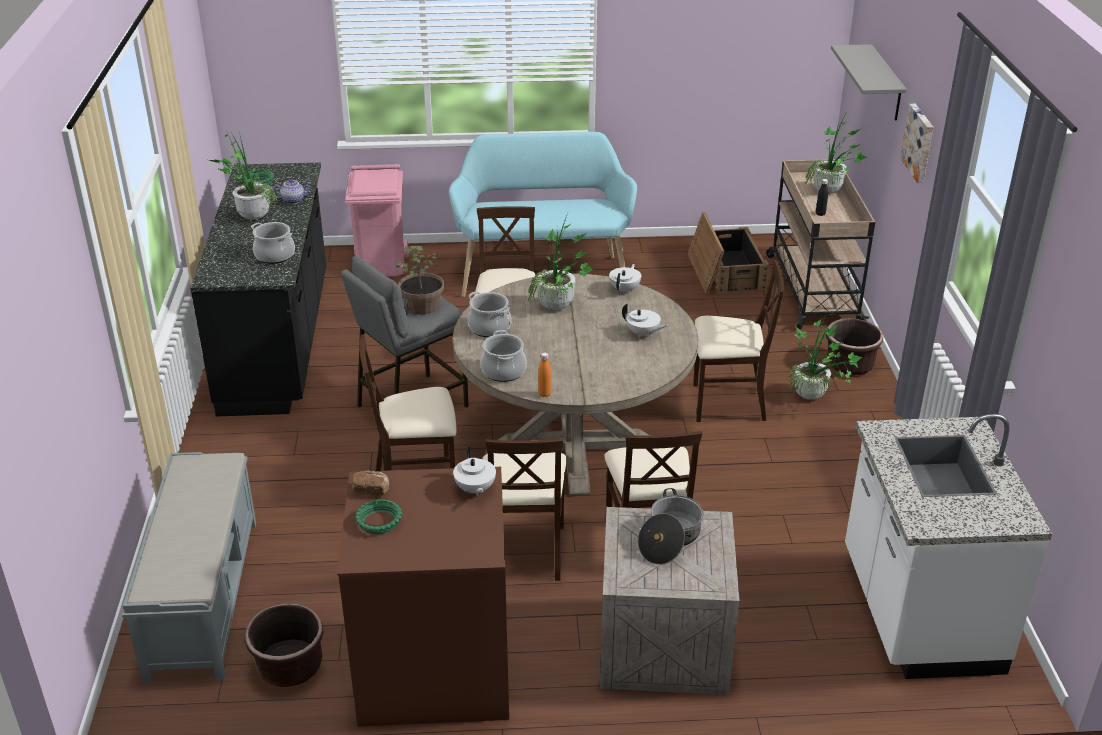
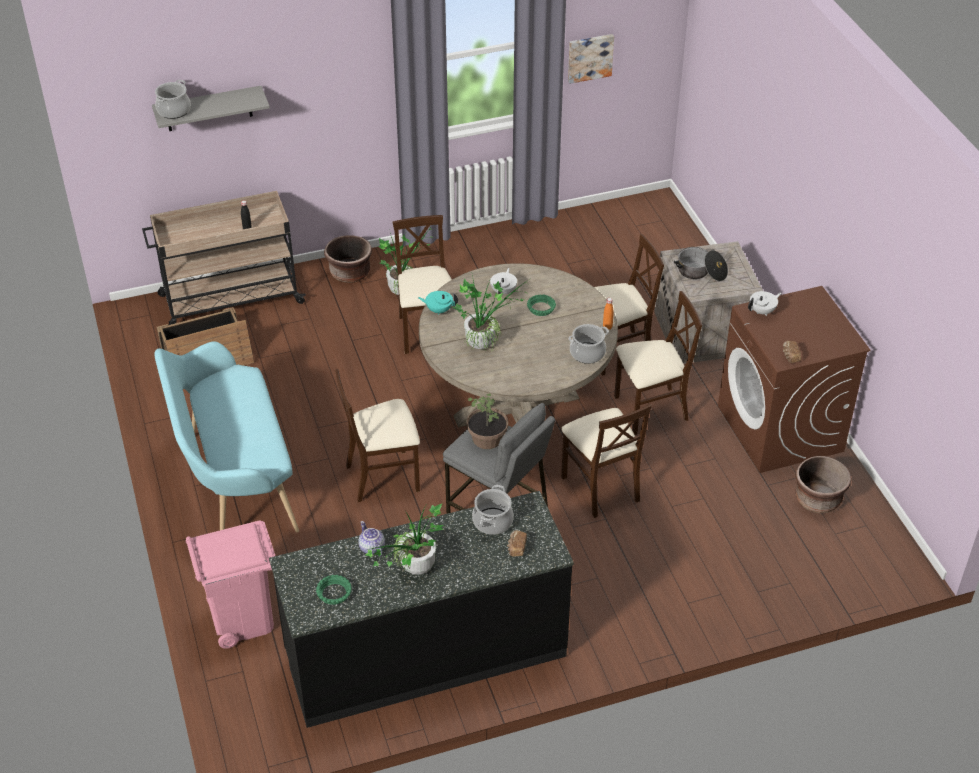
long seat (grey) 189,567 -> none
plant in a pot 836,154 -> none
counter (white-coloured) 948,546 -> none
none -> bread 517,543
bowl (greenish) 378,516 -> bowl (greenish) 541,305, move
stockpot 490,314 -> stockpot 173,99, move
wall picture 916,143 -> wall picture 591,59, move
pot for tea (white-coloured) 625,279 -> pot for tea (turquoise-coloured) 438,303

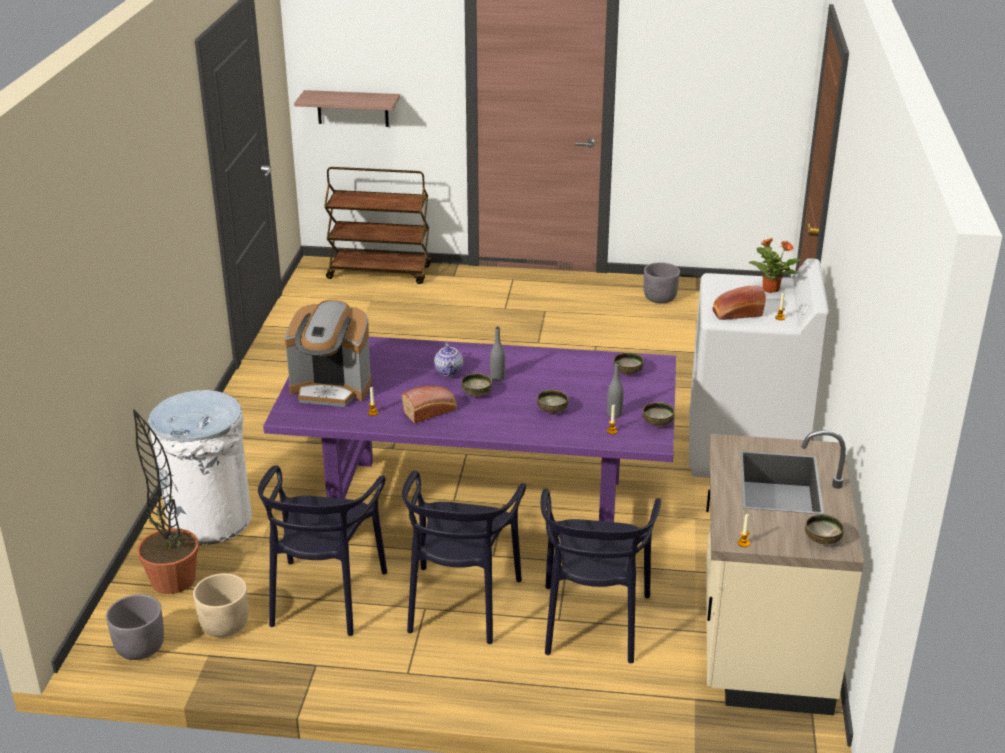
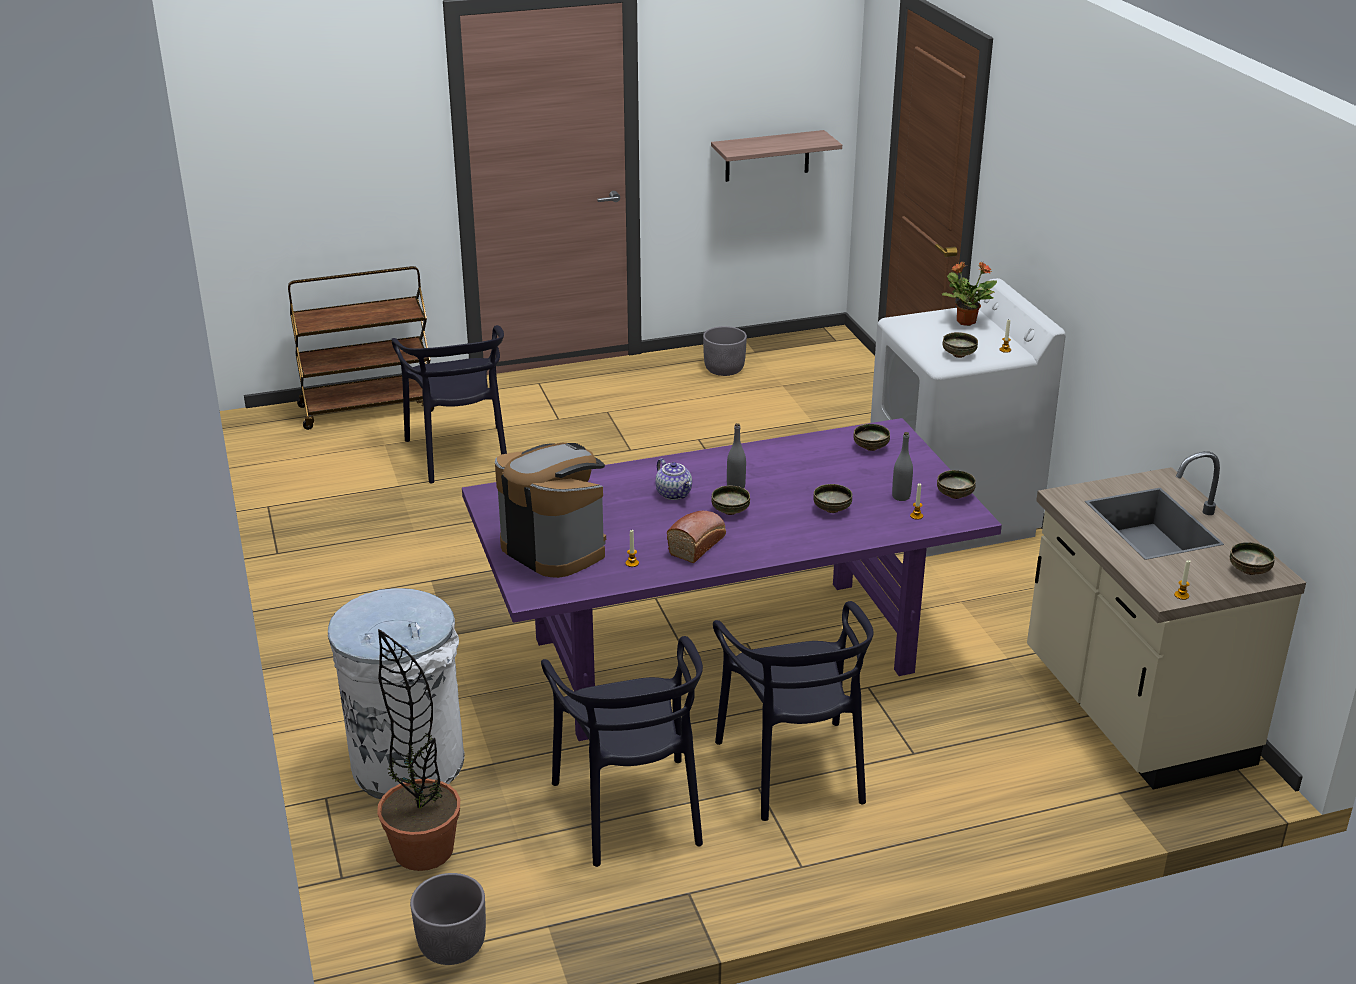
plant pot (beige) 220,605 -> none
wall shelf 347,108 -> wall shelf 776,156, move
chair (black-coloured) 601,576 -> chair (black-coloured) 449,404, move
bread 739,303 -> bowl 960,345
coffee brewer 328,353 -> coffee brewer 550,510, 120 degrees counterclockwise

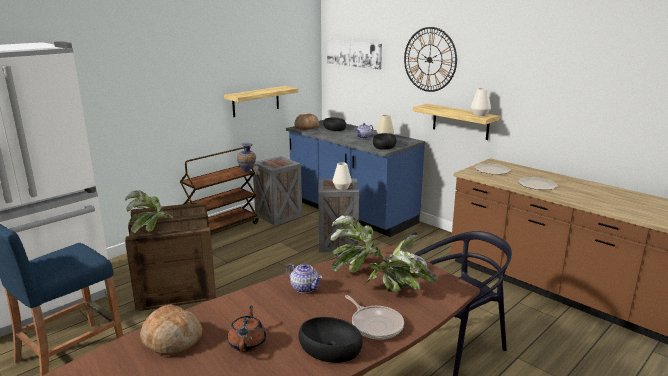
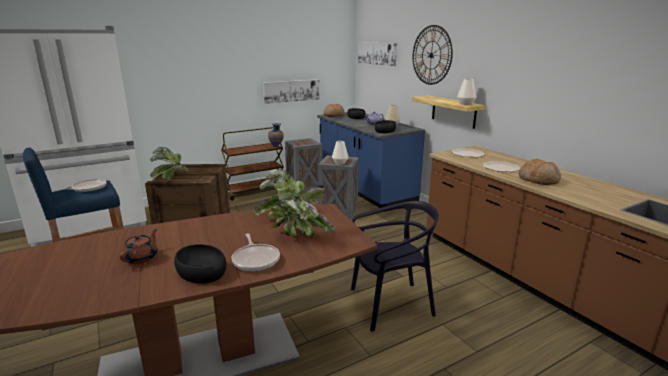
pot for tea 305,278 -> none
none -> pan 80,185
bread 171,329 -> bread 540,172, move
wall shelf 261,101 -> wall picture 291,91

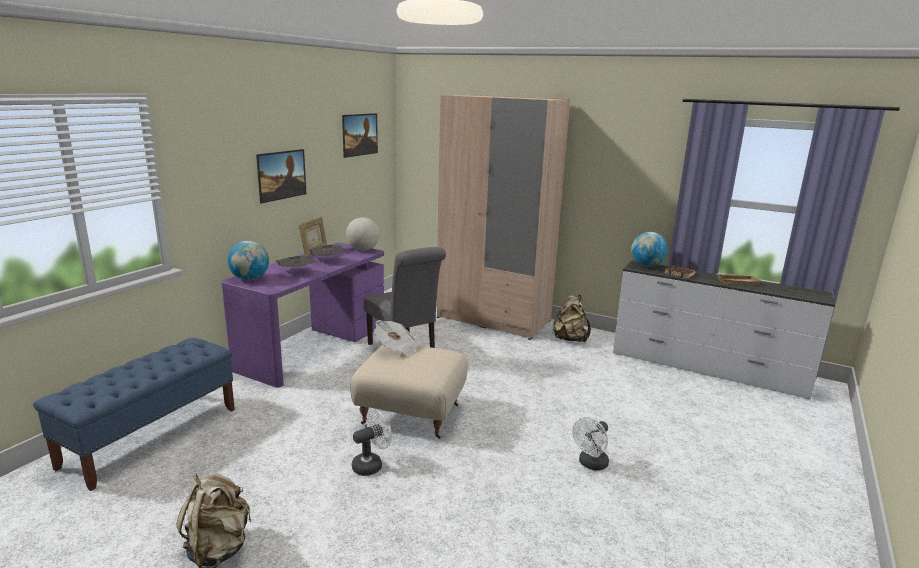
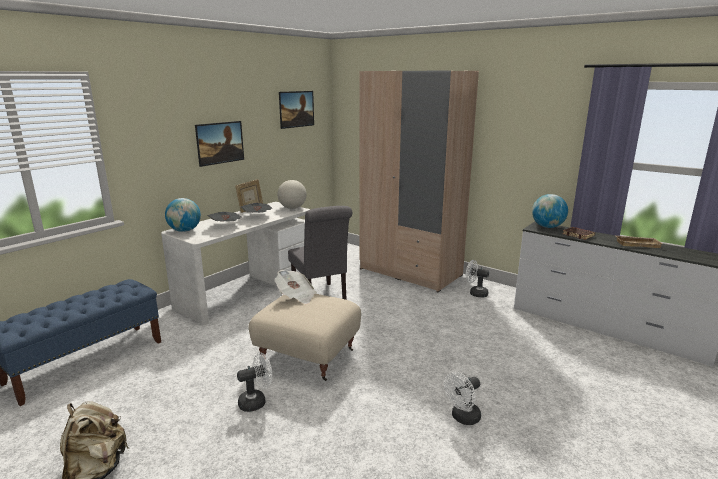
rucksack (beige) 572,318 -> electric fan (white-coloured) 477,279
desk unit (purple-coloured) 302,315 -> desk unit (white-coloured) 235,263

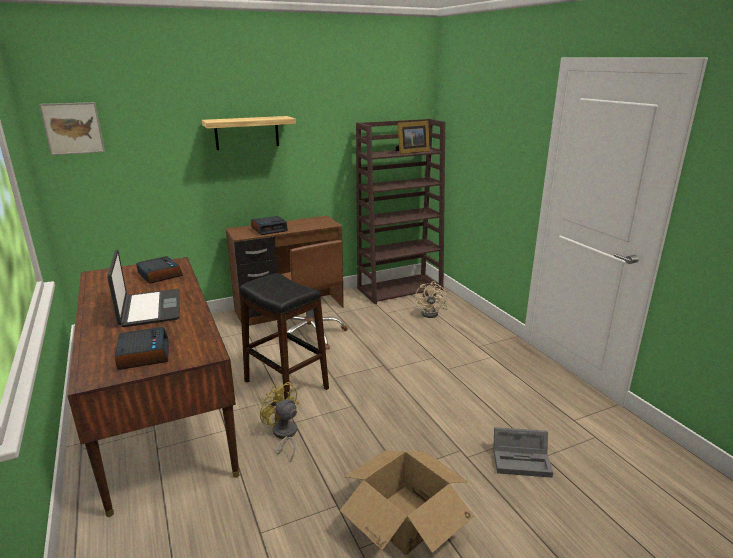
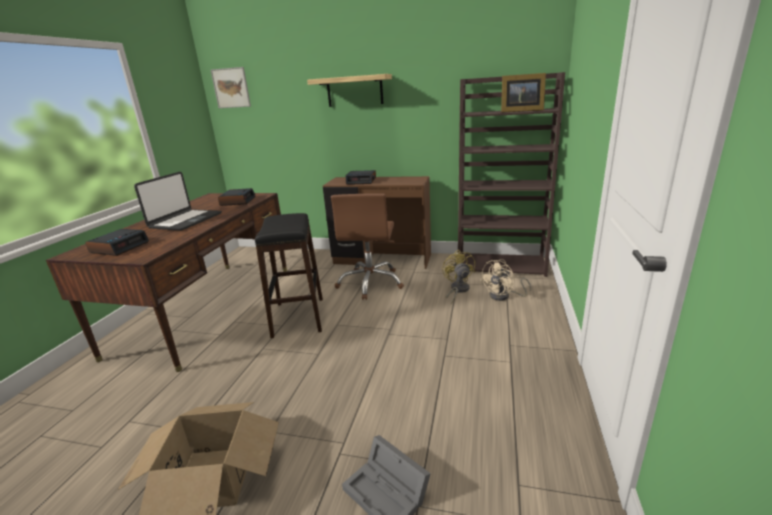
electric fan (yellow-coloured) 279,422 -> electric fan (yellow-coloured) 458,277, move

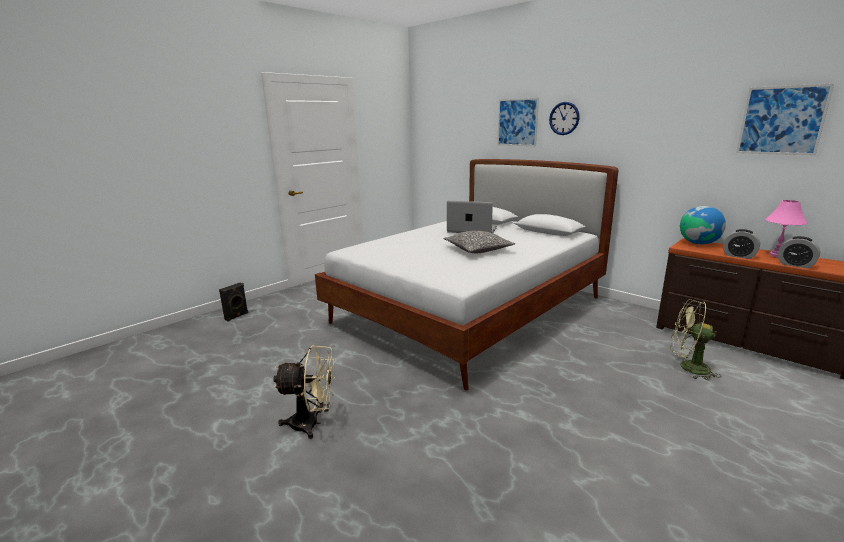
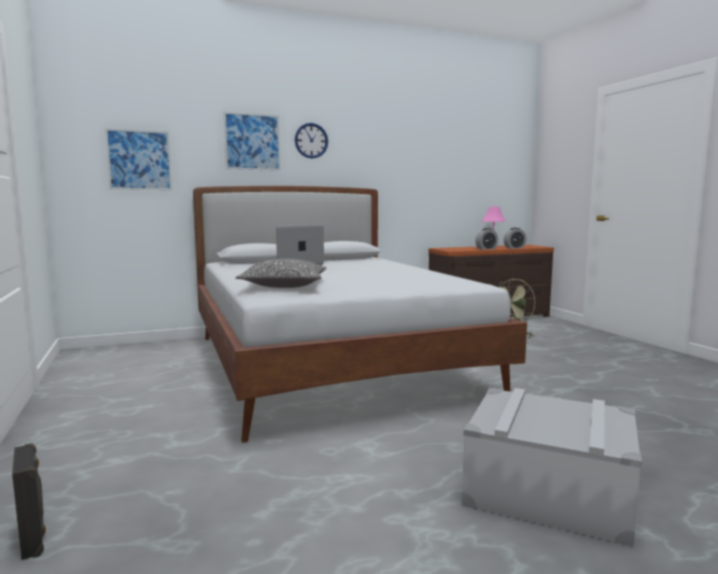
desk globe 703,225 -> none
throw pillow 479,242 -> throw pillow 281,273, move
wall picture 785,119 -> wall picture 138,159, move
electric fan (beige) 304,392 -> storage container (grey) 552,467

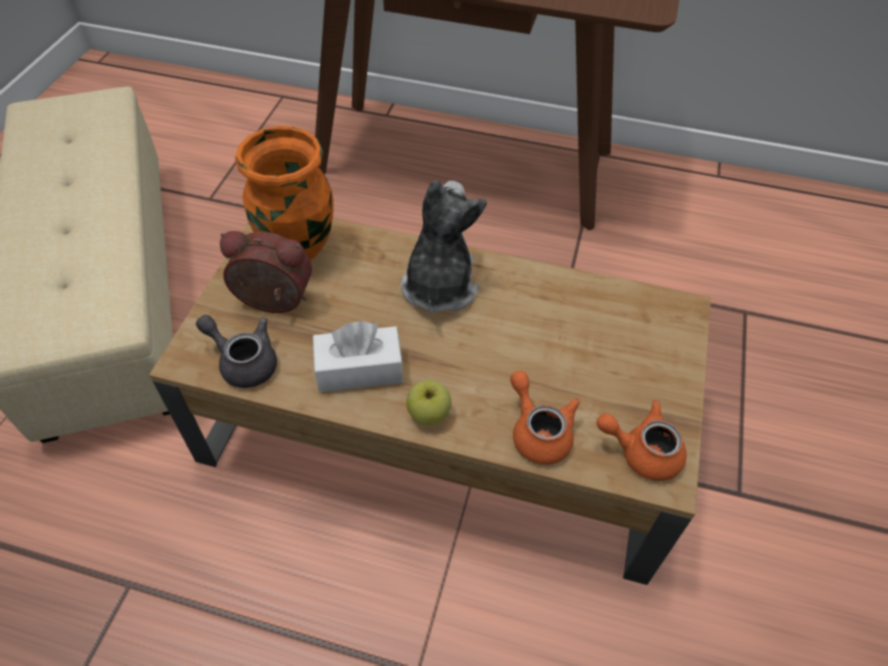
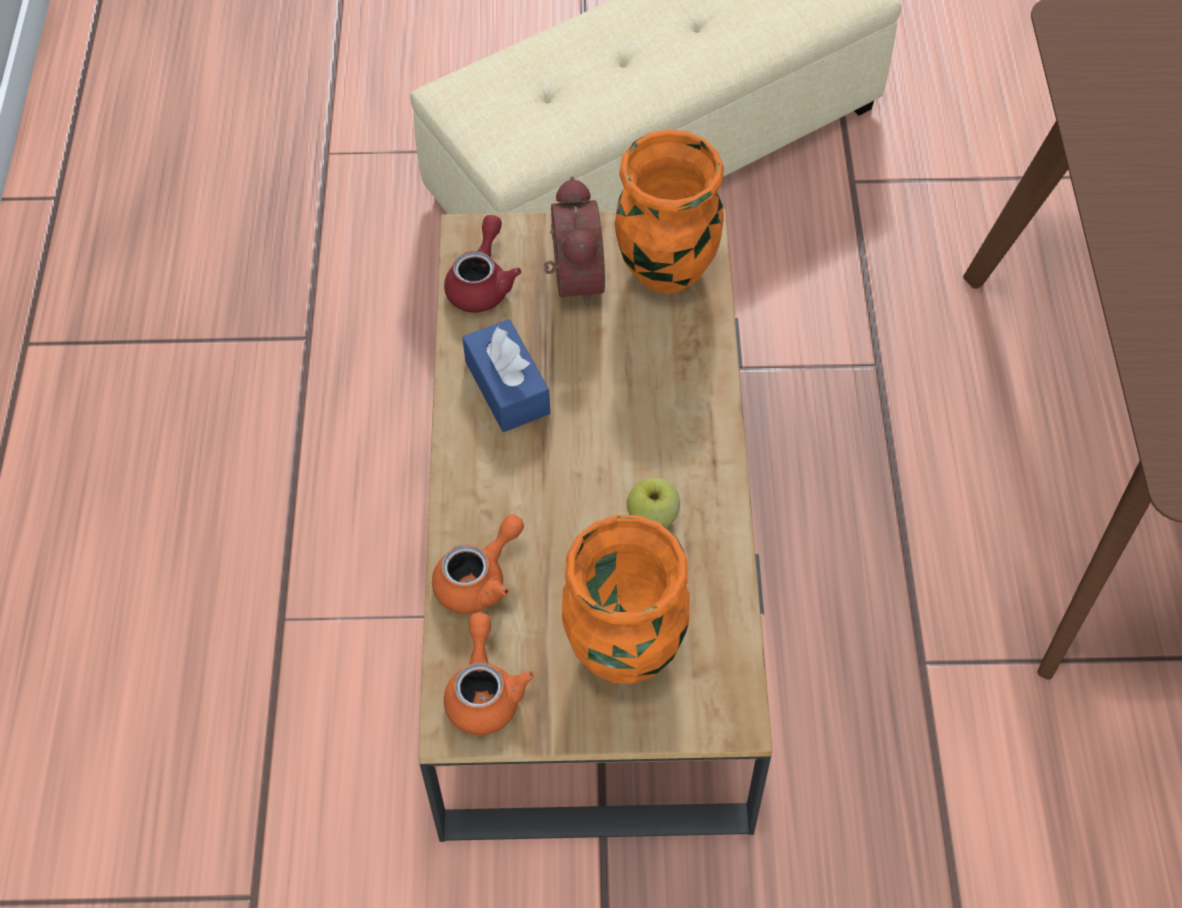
soft toy 444,246 -> none
none -> flower vase (orange) 626,599
apple fruit 428,402 -> apple fruit 653,502, move
pot for tea (grey) 236,351 -> pot for tea (red) 482,264
box of tissues (white-coloured) 358,356 -> box of tissues (blue) 506,375

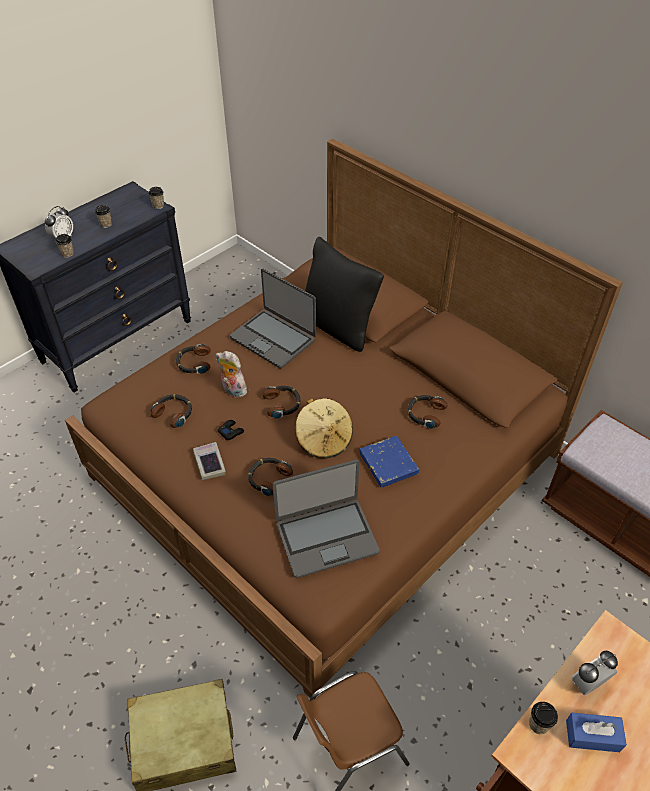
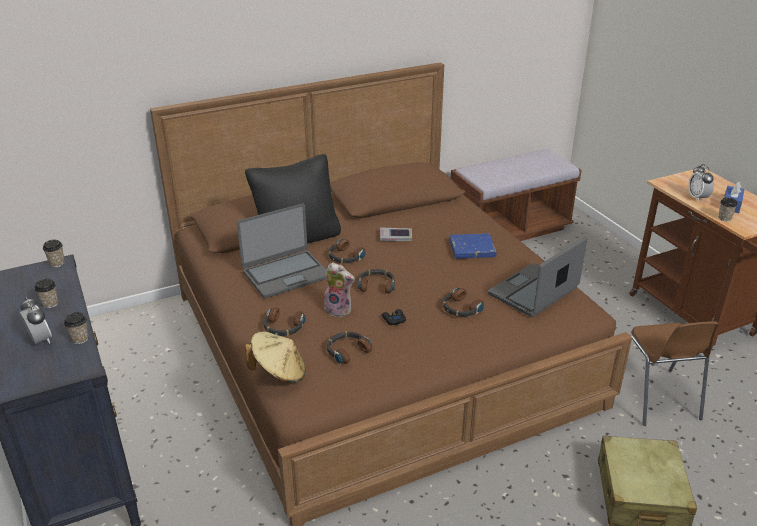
bound book 209,461 -> bound book 396,234, move
clothing hat (beige) 324,428 -> clothing hat (beige) 275,357, move
headphones 428,412 -> headphones 347,251, move
soft toy 231,374 -> soft toy 339,290, 120 degrees counterclockwise
laptop 326,518 -> laptop 537,276, 135 degrees counterclockwise

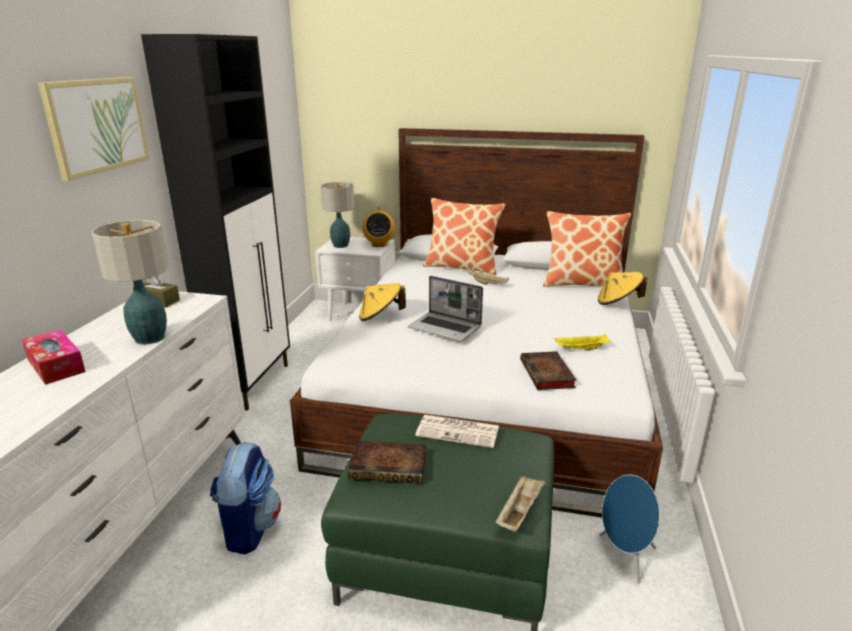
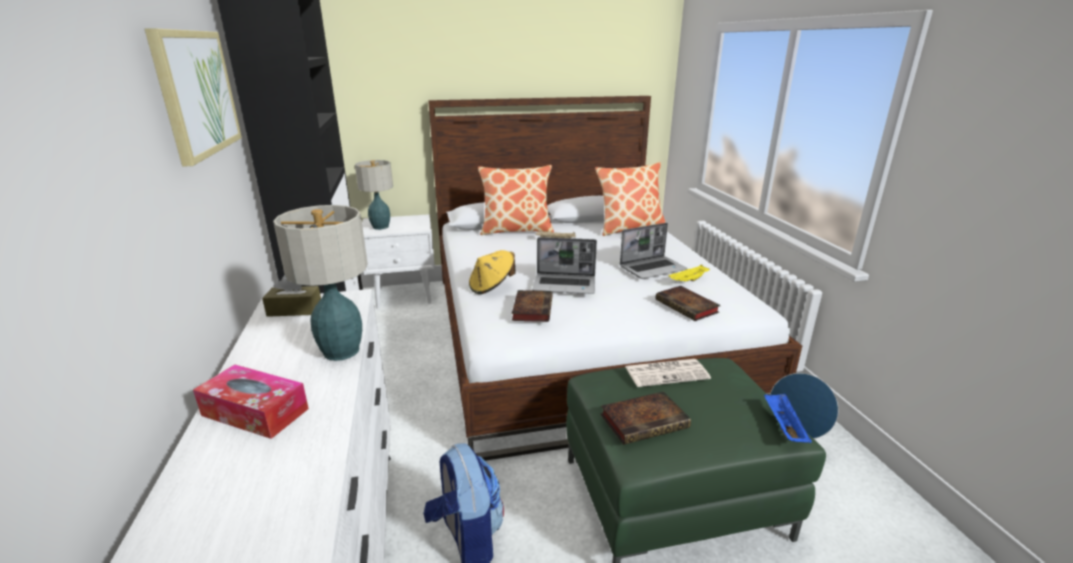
radio receiver 378,227 -> none
clothing hat (yellow-coloured) 622,288 -> none
none -> bound book 532,306
none -> laptop 654,251
serving tray (beige) 520,503 -> serving tray (blue) 788,418

